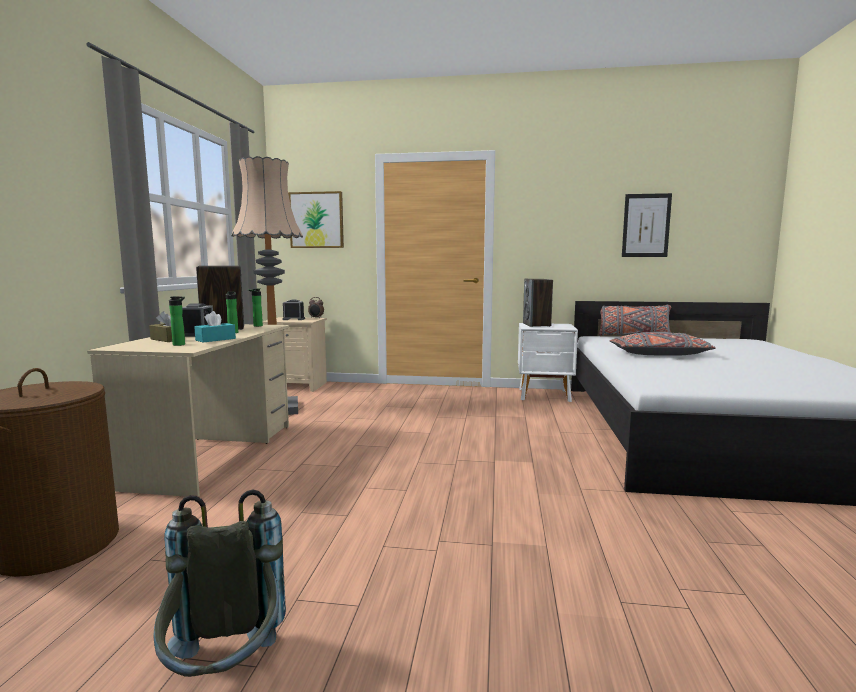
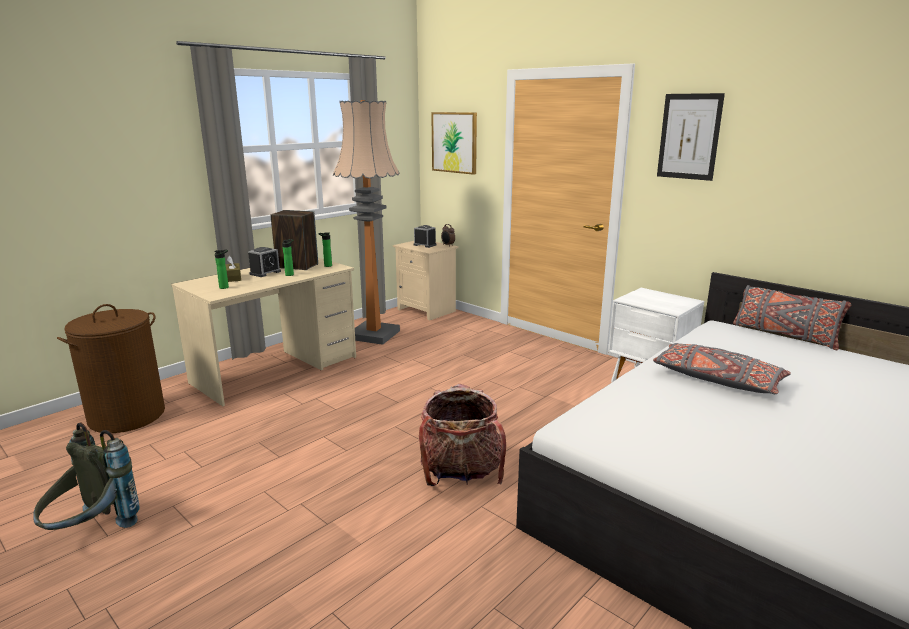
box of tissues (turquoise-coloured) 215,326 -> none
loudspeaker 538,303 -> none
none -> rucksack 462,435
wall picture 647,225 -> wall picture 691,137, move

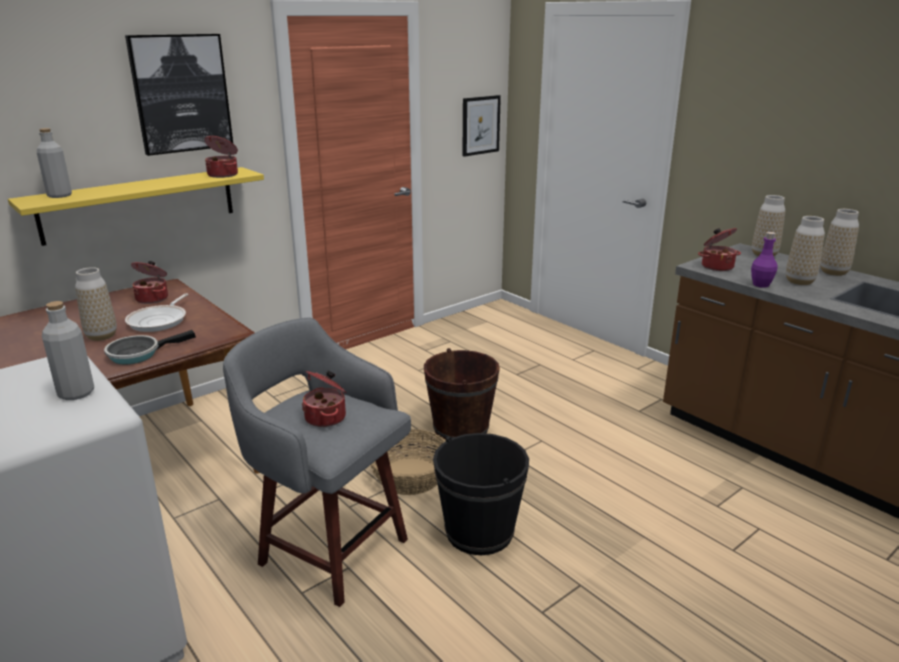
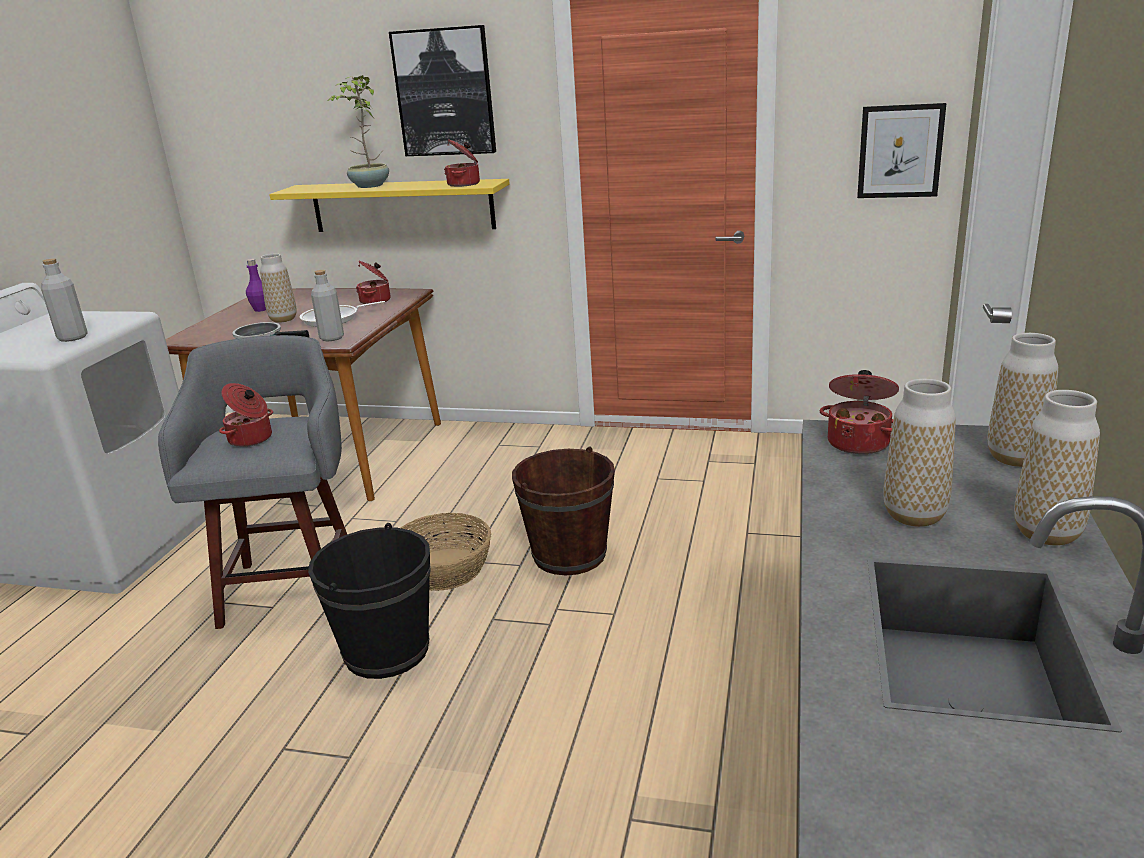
none -> plant in a pot 358,131
beverage bottle (grey) 54,163 -> beverage bottle (grey) 327,305, move
beverage bottle (purple-coloured) 764,260 -> beverage bottle (purple-coloured) 256,285, move

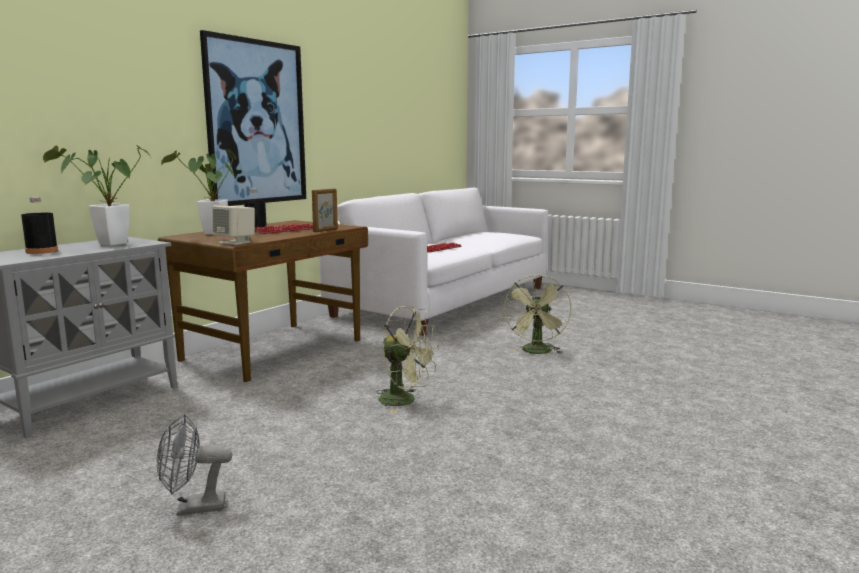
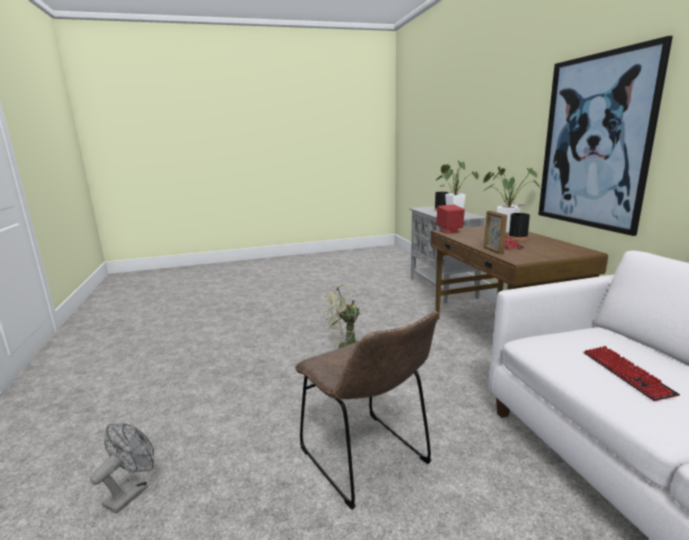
electric fan (grey) 194,465 -> electric fan (grey) 122,468, move
electric fan (greenish) 537,314 -> chair (brown-coloured) 367,410
loudspeaker (beige) 233,225 -> loudspeaker (red) 450,219

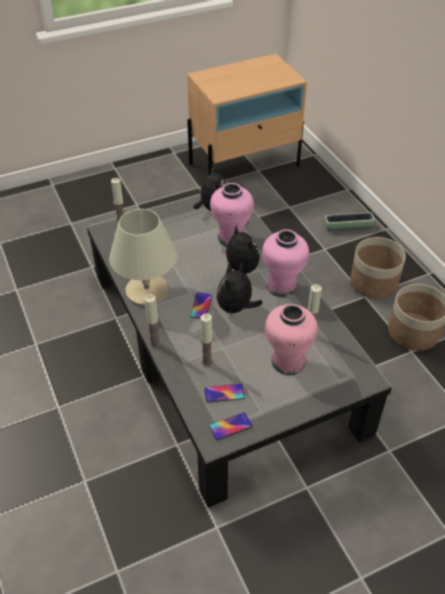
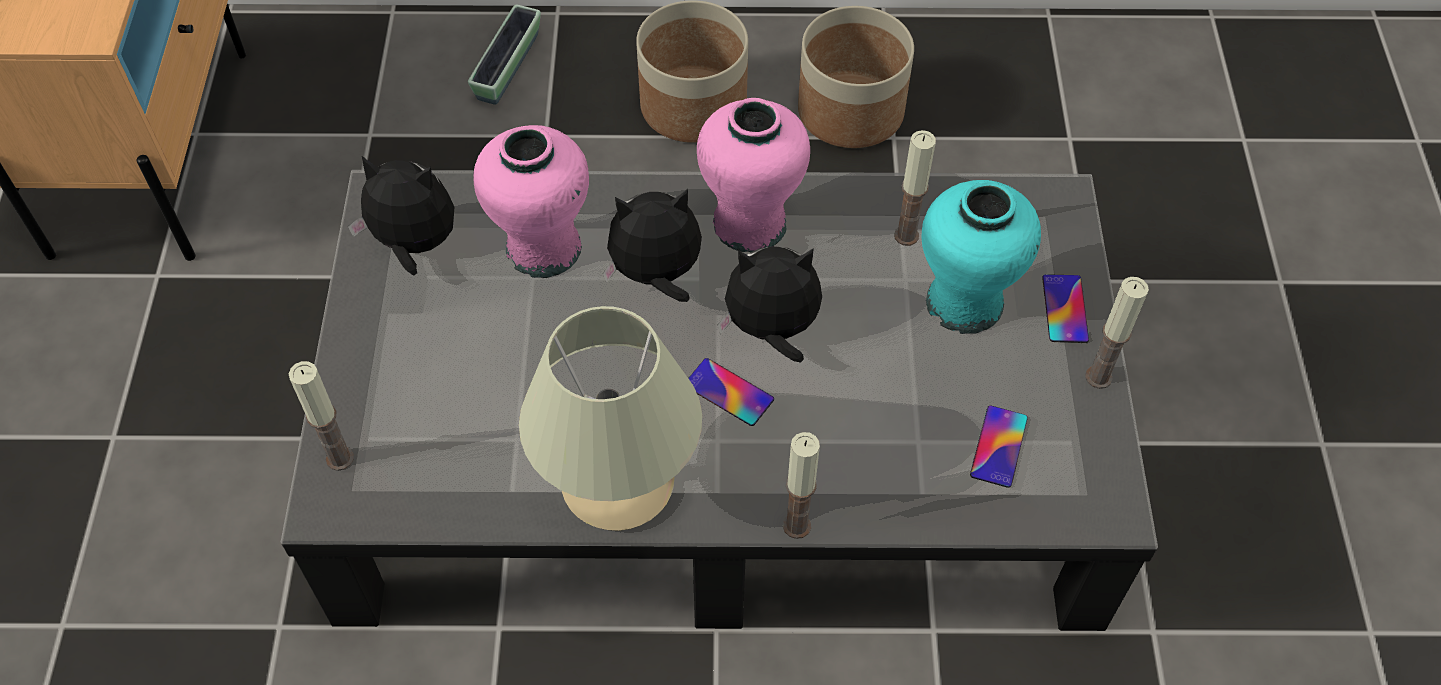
wax light 206,340 -> wax light 1117,333, move
phone 230,426 -> phone 1065,308, move
flower vase (pink-coloured) 291,339 -> flower vase (turquoise-coloured) 981,257
soft toy 240,290 -> soft toy 770,304, 120 degrees clockwise

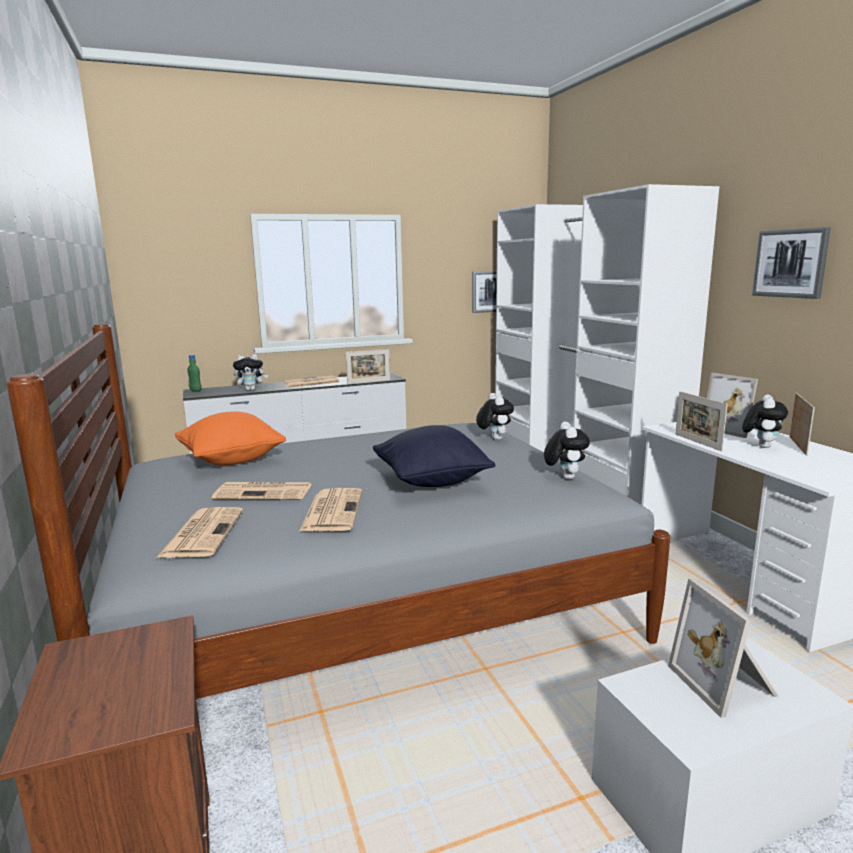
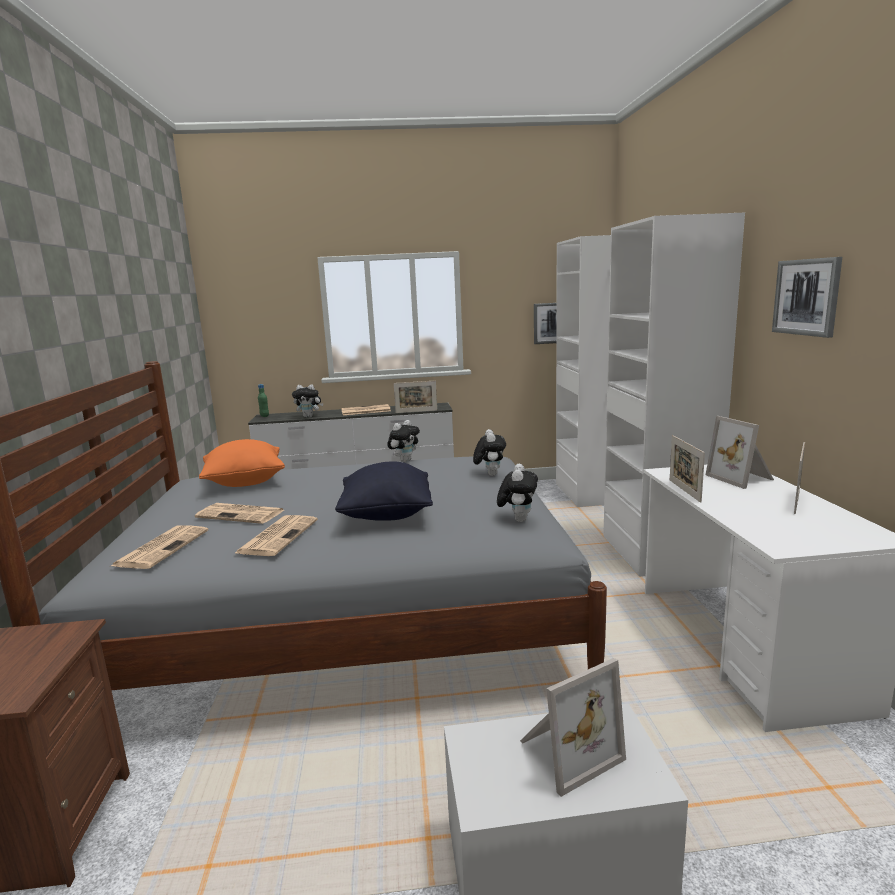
soft toy 765,421 -> soft toy 403,441, move
photo frame 723,648 -> photo frame 573,727, 120 degrees counterclockwise

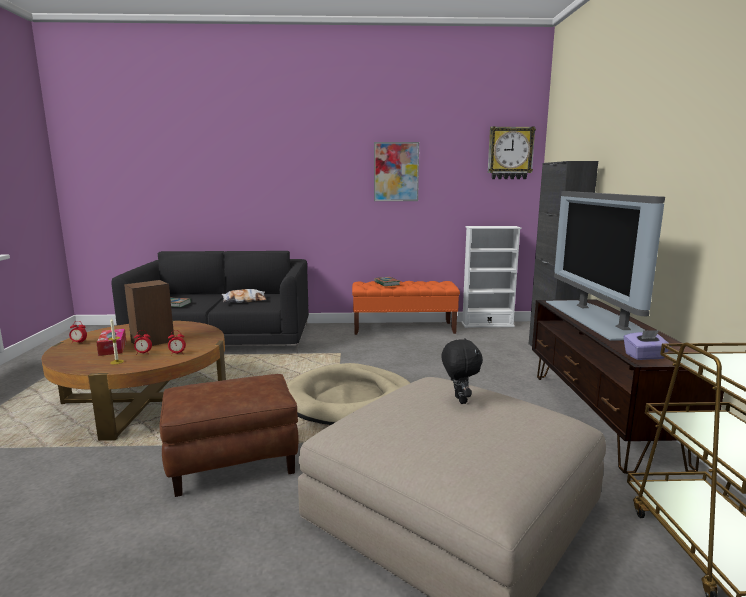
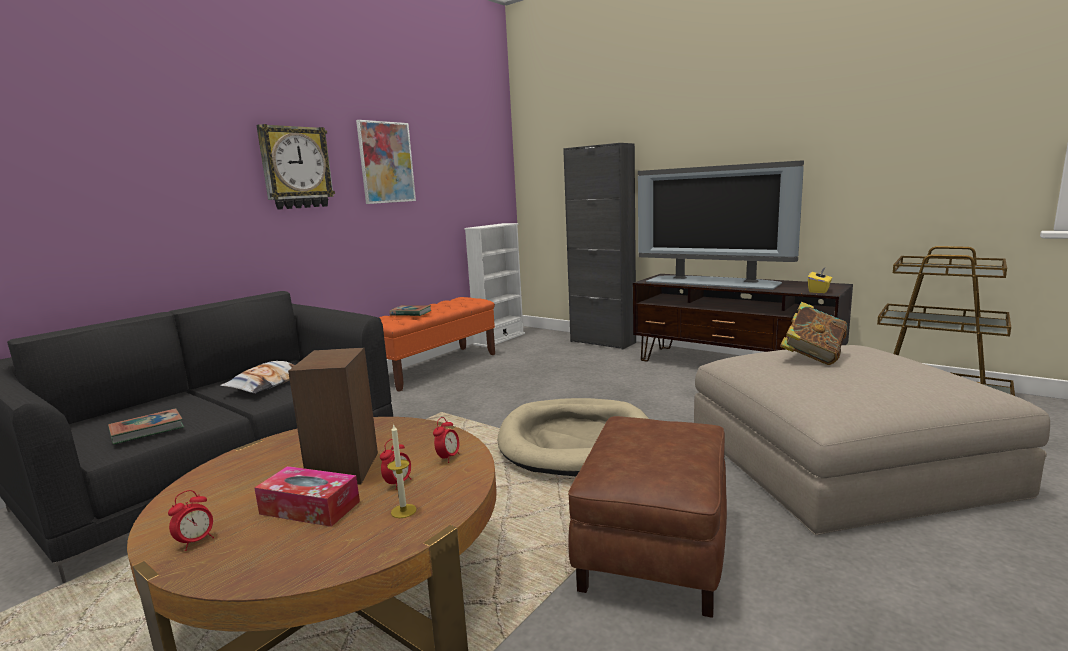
clock on the wall 512,152 -> clock on the wall 295,167, move
soft toy (black-coloured) 462,371 -> bound book 814,333
box of tissues (purple-coloured) 647,345 -> box of tissues (yellow-coloured) 820,280

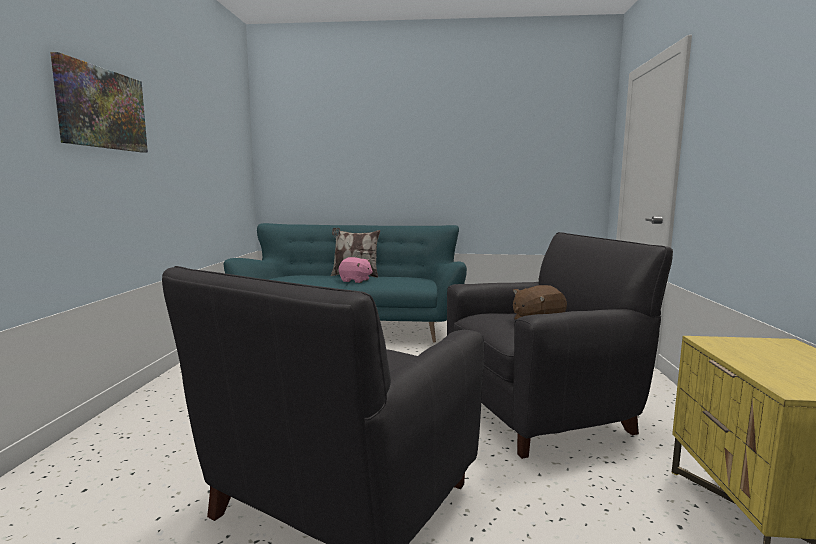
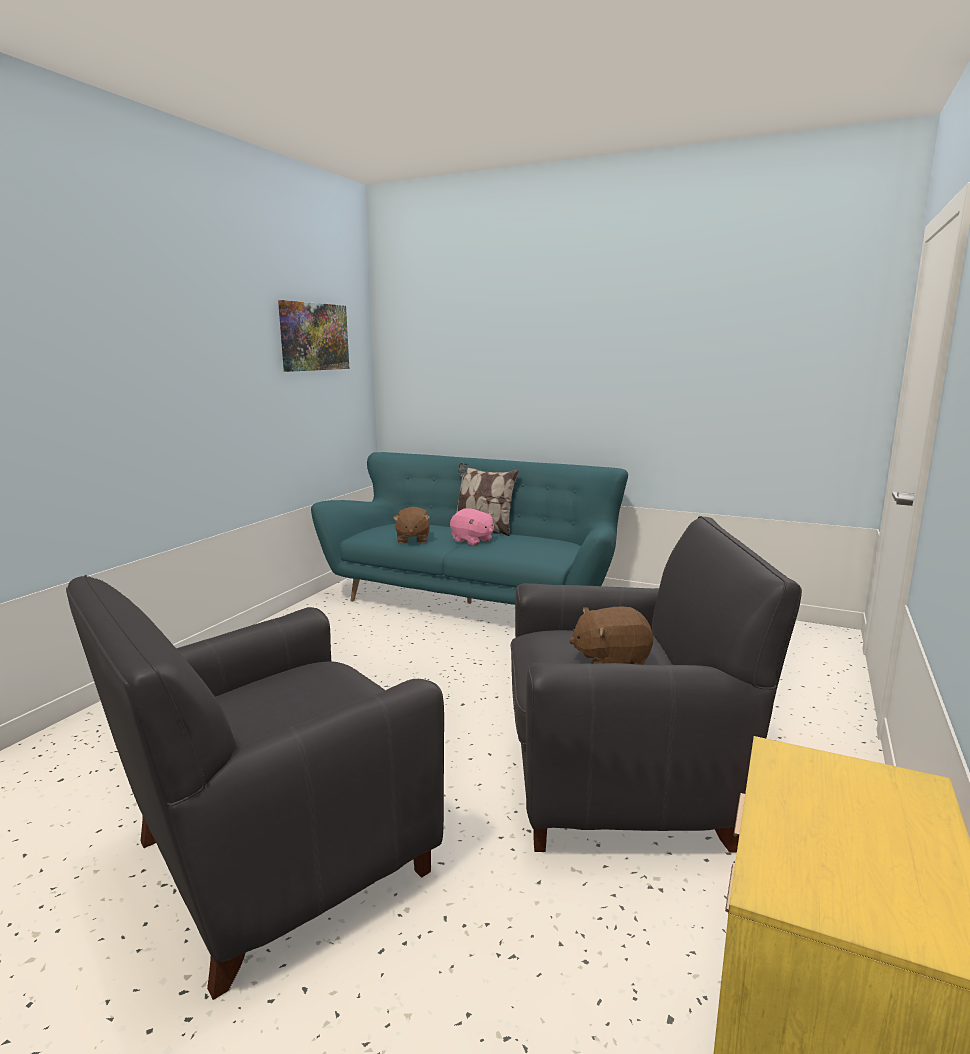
none -> soft toy (brown-coloured) 411,525
wall picture 99,102 -> wall picture 313,336, move

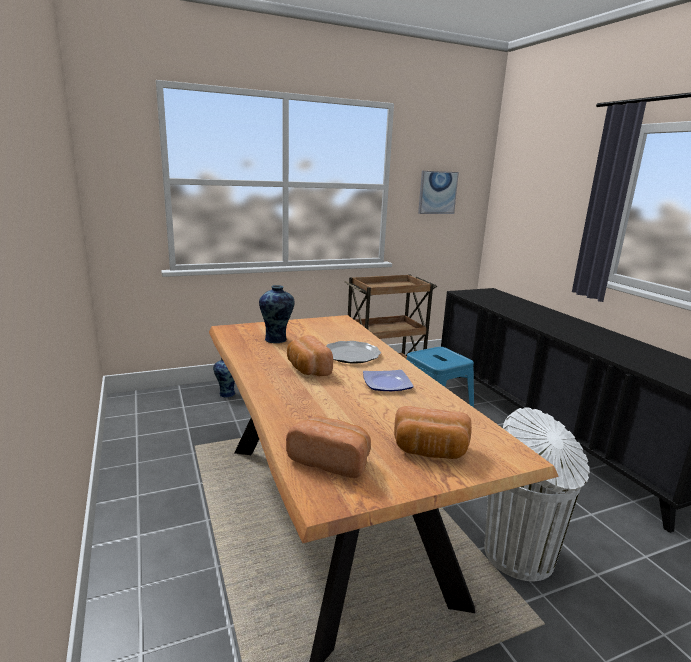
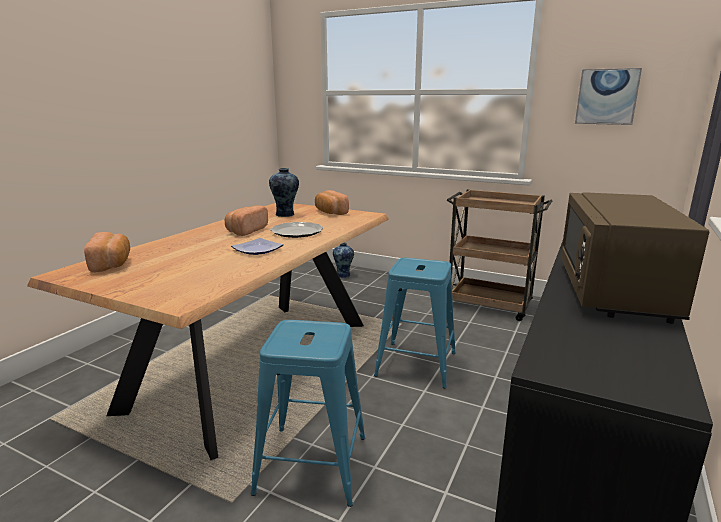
none -> kitchen microwave (brown-coloured) 635,258
bread 433,432 -> bread 332,202, move
trash can (white-coloured) 537,494 -> stool (blue) 308,413

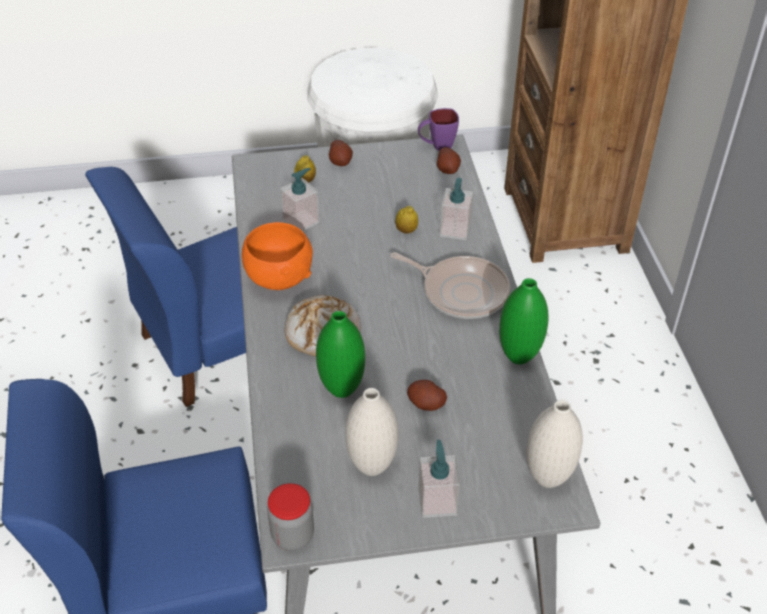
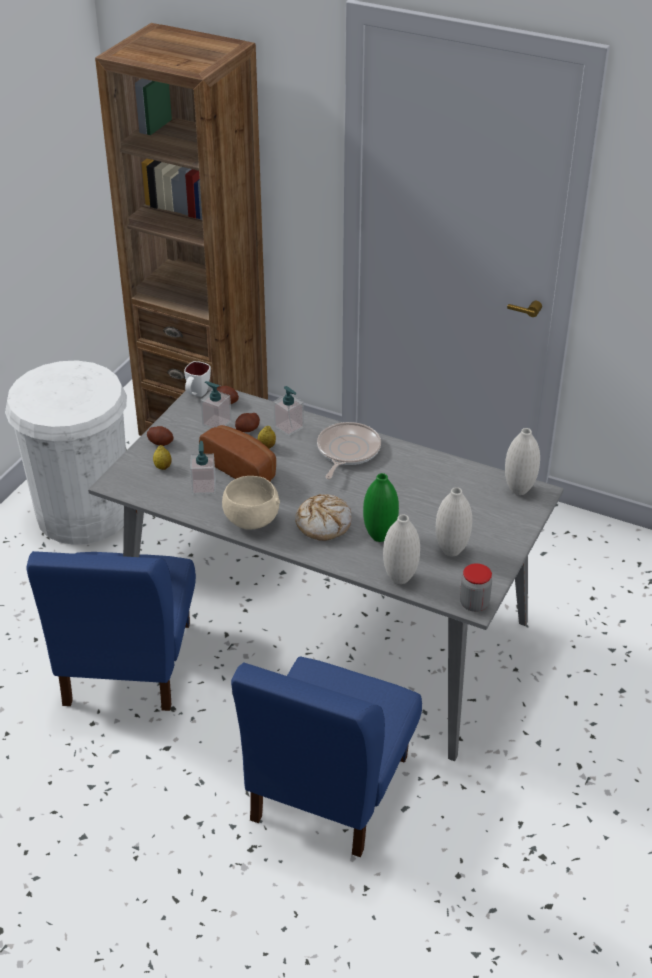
flower vase (greenish) 524,321 -> none
none -> bread 237,453
none -> flower vase (white-coloured) 401,549
whole potato 427,395 -> whole potato 247,422, move
soap dispenser 439,479 -> soap dispenser 216,405, move
bowl (orange) 277,256 -> bowl (beige) 251,503
coffee mug (purple-coloured) 438,129 -> coffee mug (white-coloured) 197,379
pan 450,285 -> pan 349,450, 45 degrees counterclockwise

